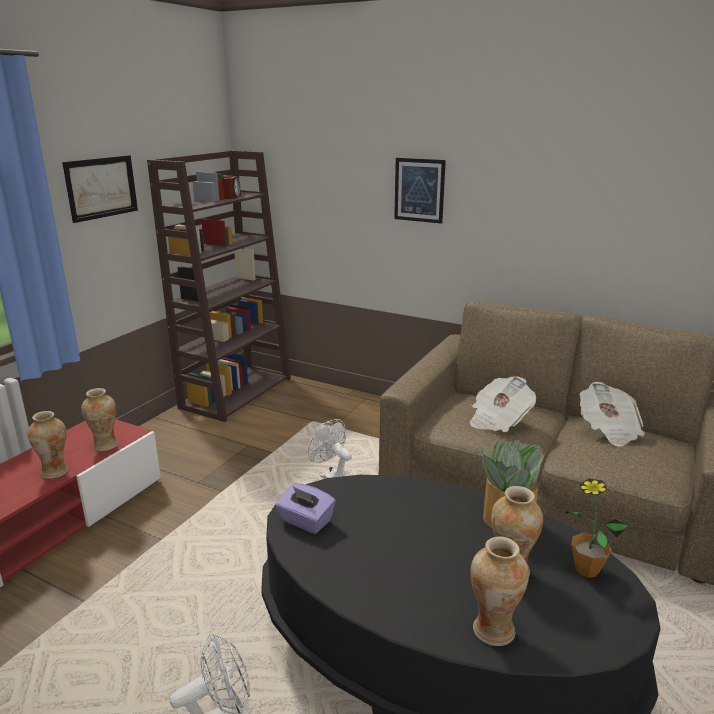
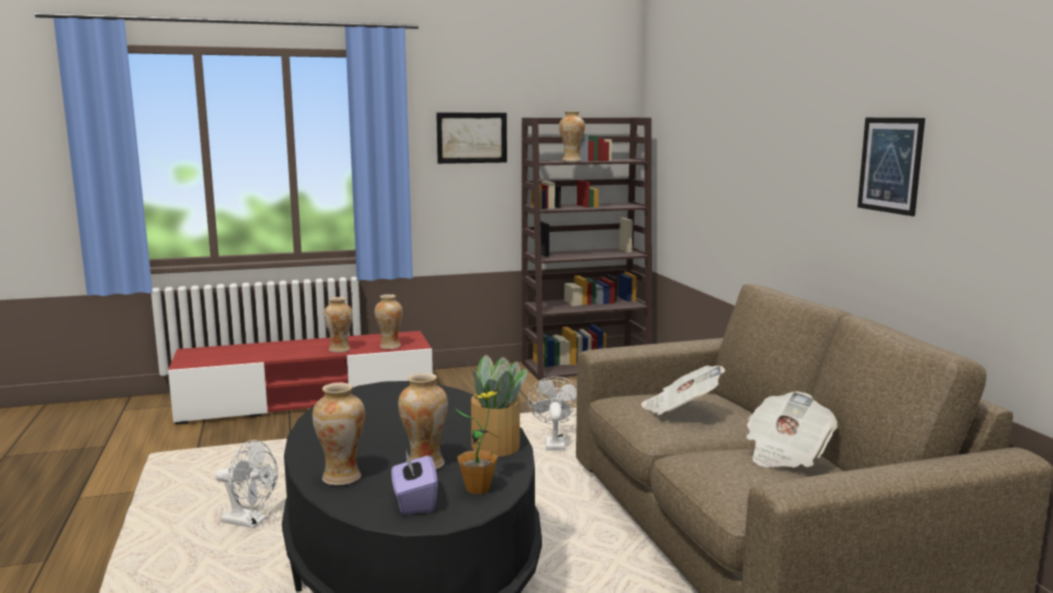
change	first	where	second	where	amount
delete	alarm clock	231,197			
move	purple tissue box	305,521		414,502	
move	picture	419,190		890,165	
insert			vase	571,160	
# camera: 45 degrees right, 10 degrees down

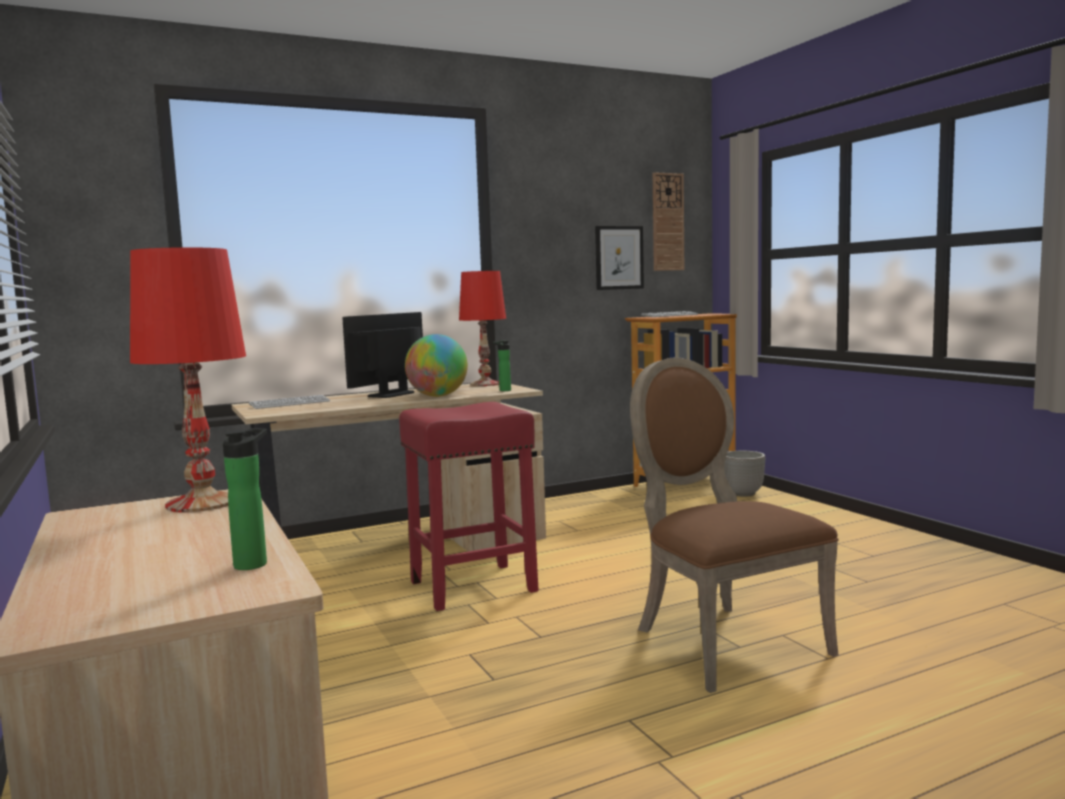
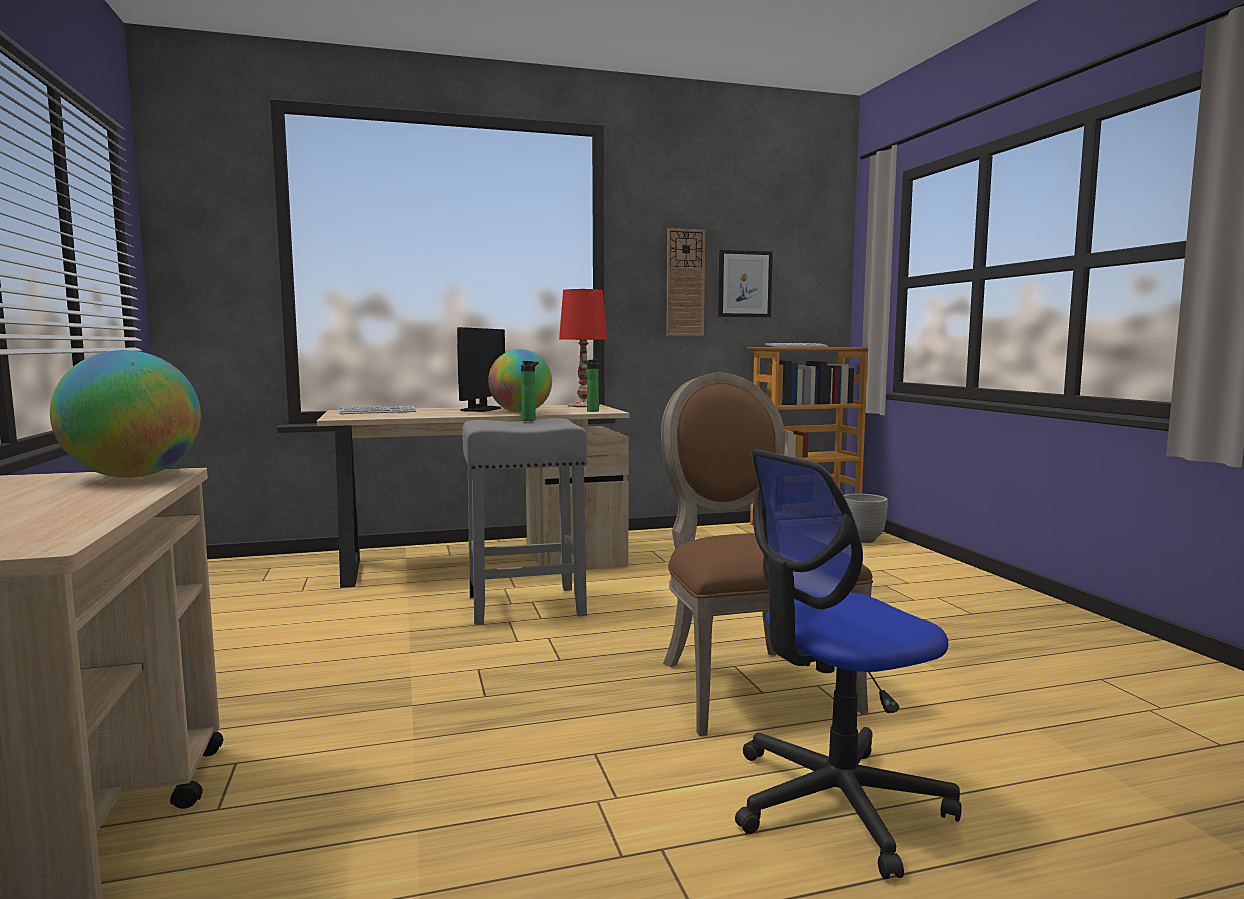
change	first	where	second	where	amount
replace	red table lamp	201,503	globe	133,476	
move	bottle	254,563		530,420	
rotate	monitor	391,394		481,409	150 degrees clockwise
recolor	red stool	471,587	grey stool	523,605	
move	wall clock	667,222		685,283	
insert			office chair	836,803	
# camera: 10 degrees right, 0 degrees up

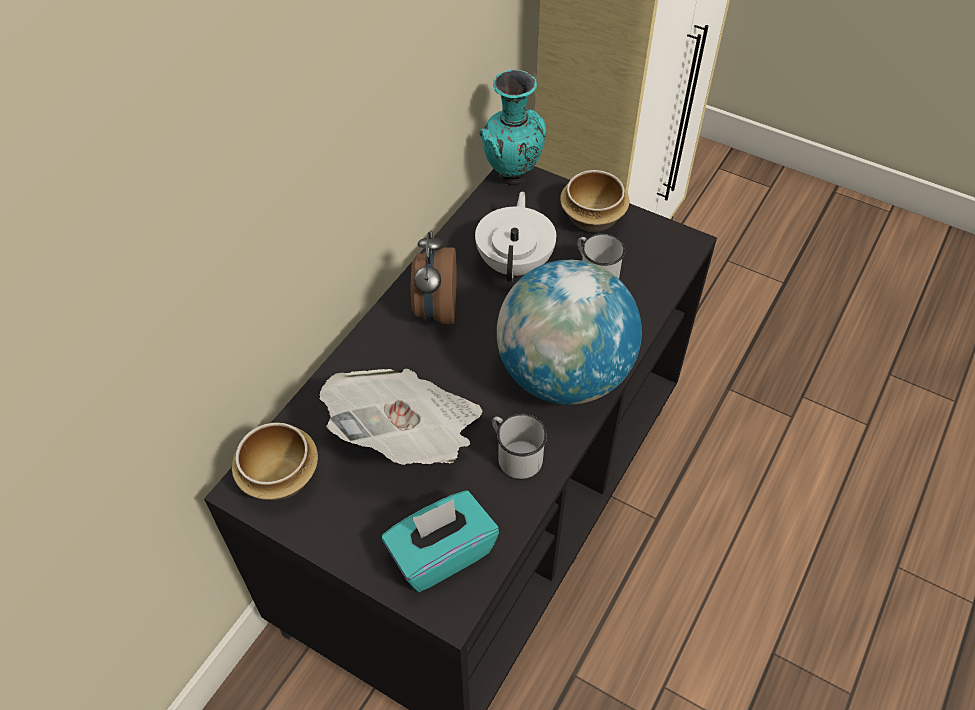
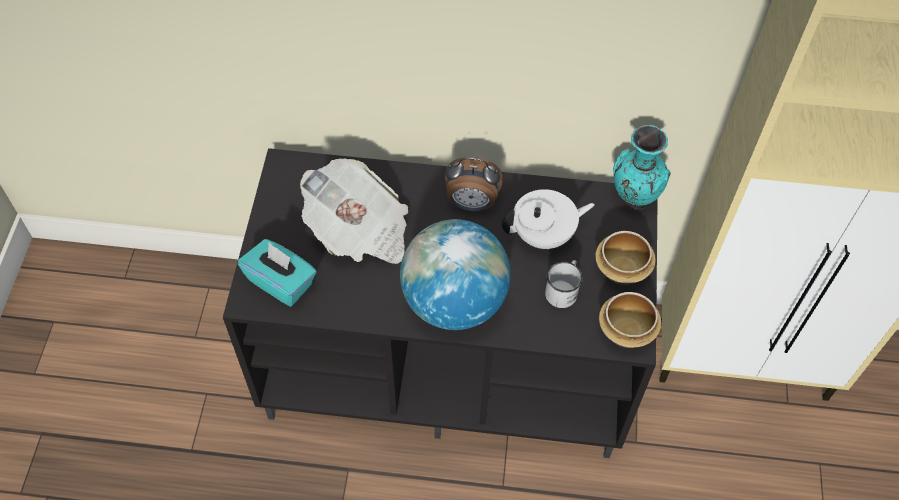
change	first	where	second	where	amount
move	bowl	282,478		626,332	
rotate	alarm clock	435,310		471,204	150 degrees counterclockwise
delete	white mug	515,455			
# camera: 65 degrees right, 5 degrees up

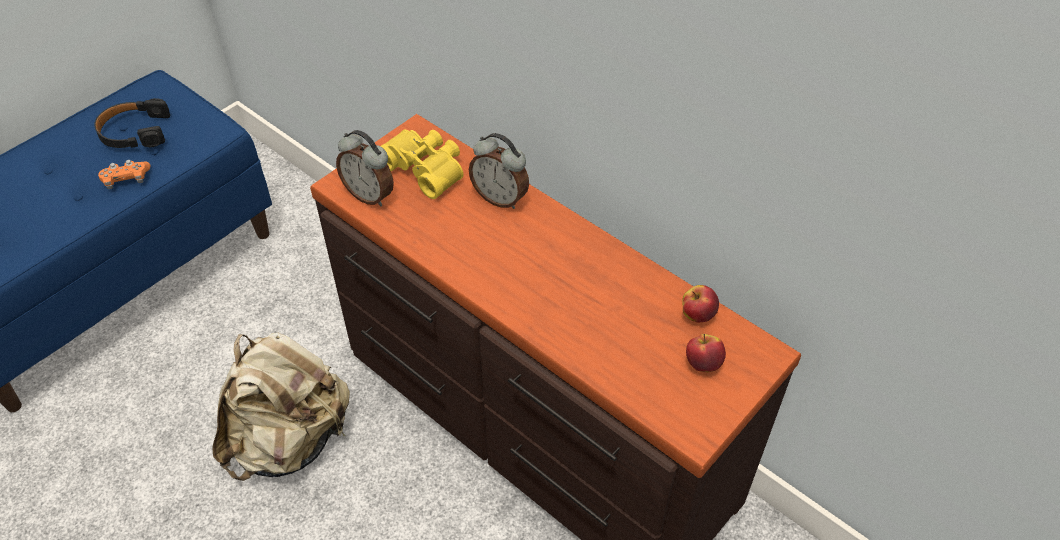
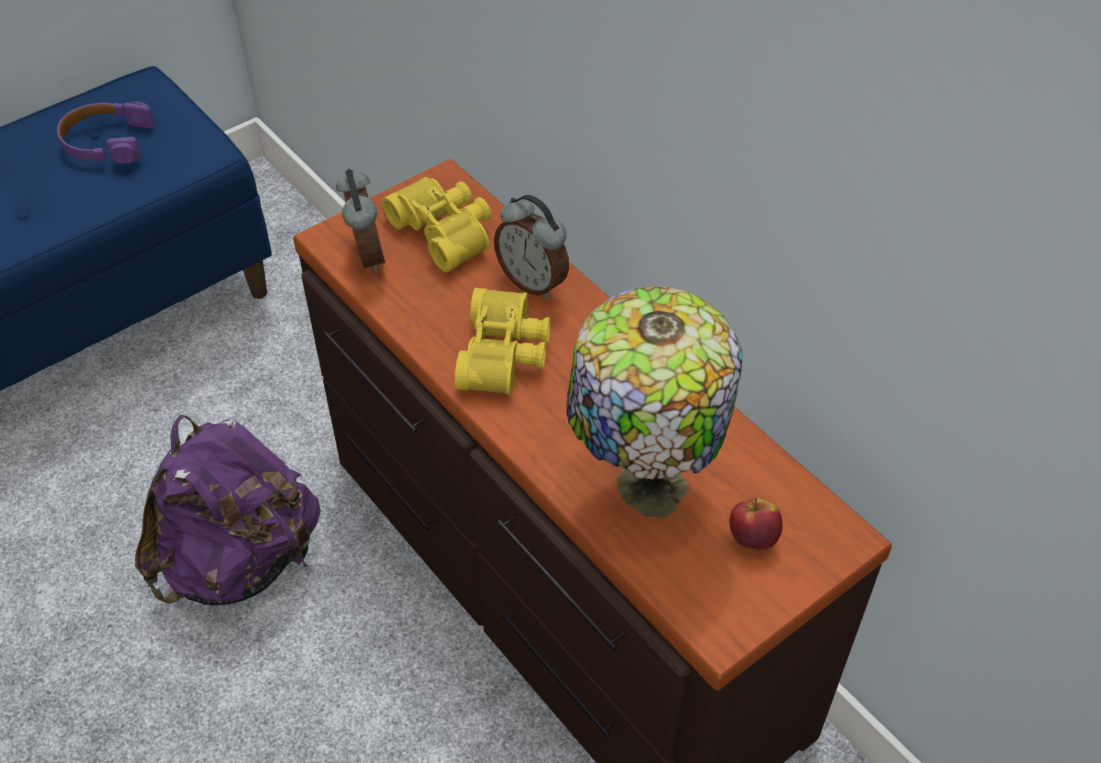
change	first	where	second	where	amount
recolor	black headphones	134,132	purple headphones	106,142	
delete	orange game controller	126,180			
recolor	beige backpack	290,440	purple backpack	240,561	
rotate	alarm clock	370,195		366,257	150 degrees counterclockwise
delete	apple	697,315			
insert			yellow binoculars	506,354	
insert			table lamp	645,487	
# camera: 10 degrees right, 0 degrees up

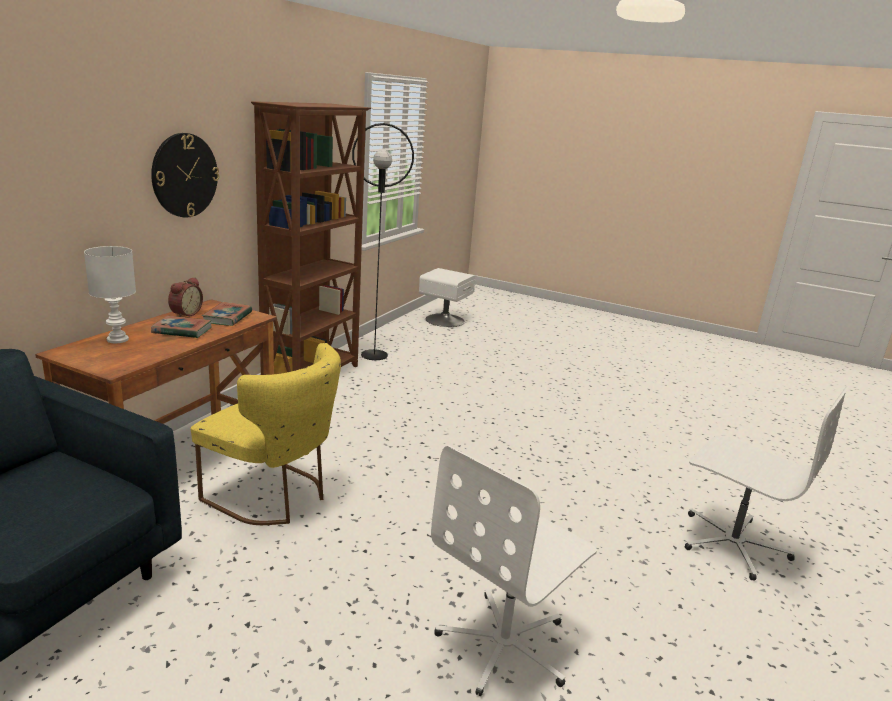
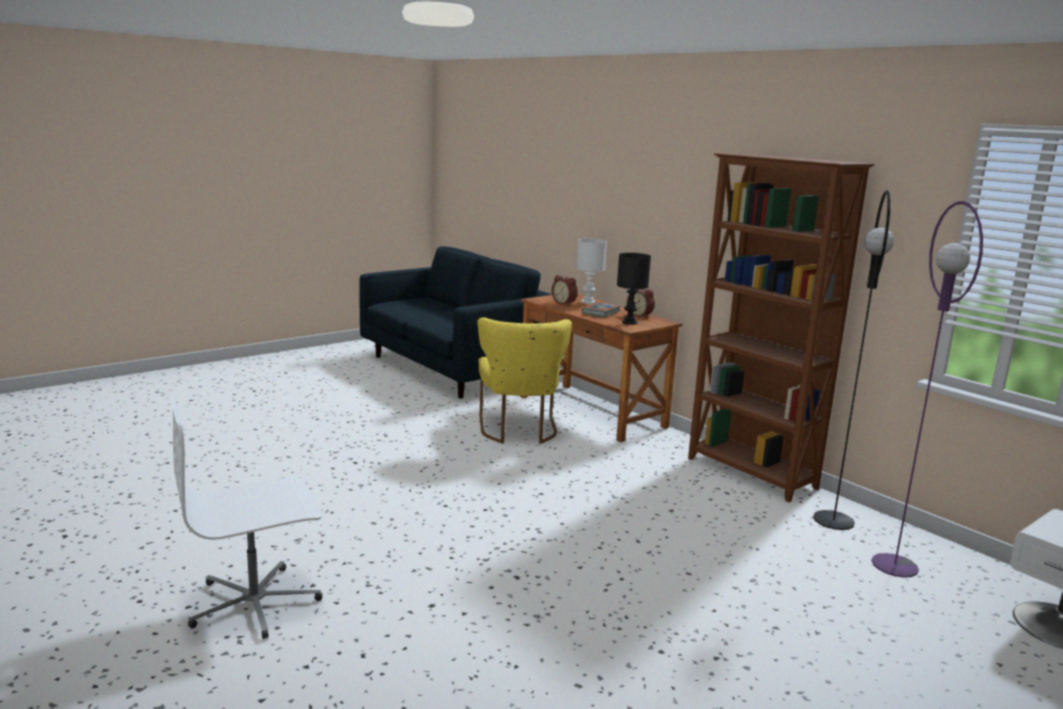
change	first	where	second	where	amount
delete	wall clock	184,175			
rotate	yellow chair	274,496		518,431	60 degrees counterclockwise
replace	book	227,317	black table lamp	629,322	
delete	white office chair	505,645			
insert			alarm clock	564,303	
insert			purple floor lamp	895,565	
# camera: 115 degrees right, 5 degrees down

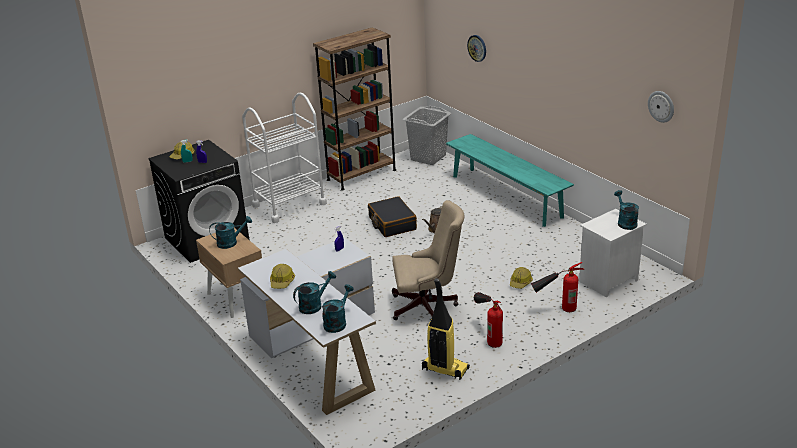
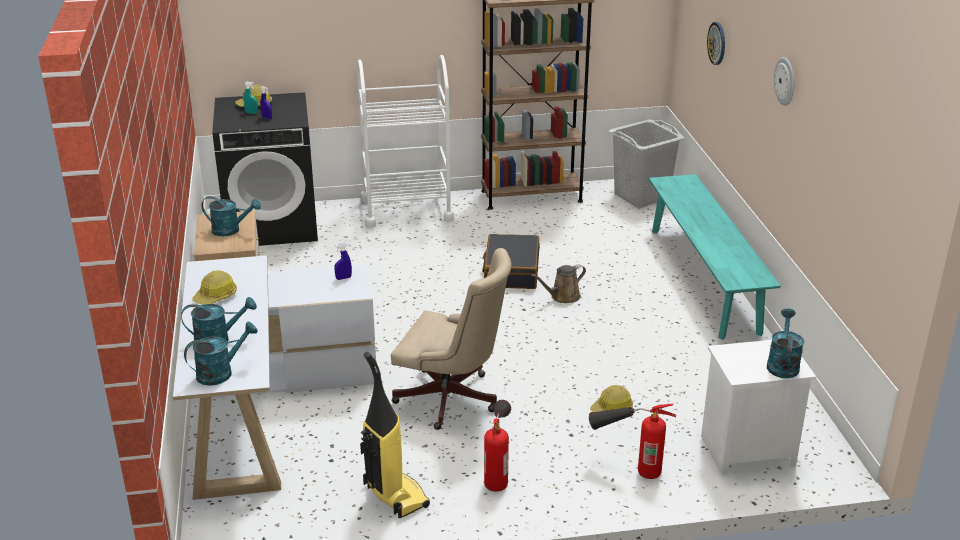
change	first	where	second	where	amount
move	wall clock	661,106		785,81	
# camera: 25 degrees right, 0 degrees up

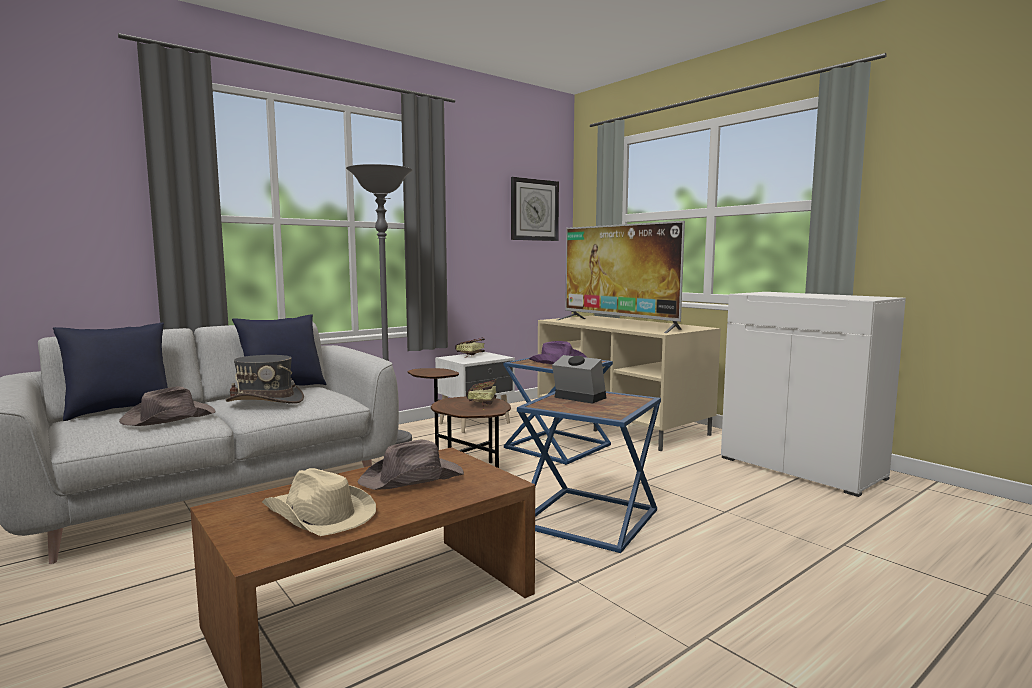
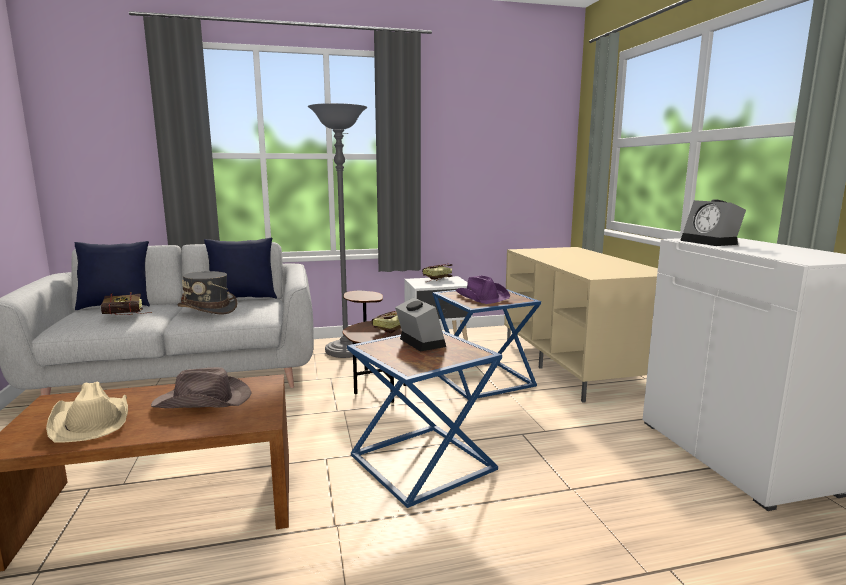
change	first	where	second	where	amount
replace	brown hat	167,417	book	128,316	
delete	wall clock	534,210			
delete	television	618,324			
insert			alarm clock	711,242	
# camera: 25 degrees right, 5 degrees up

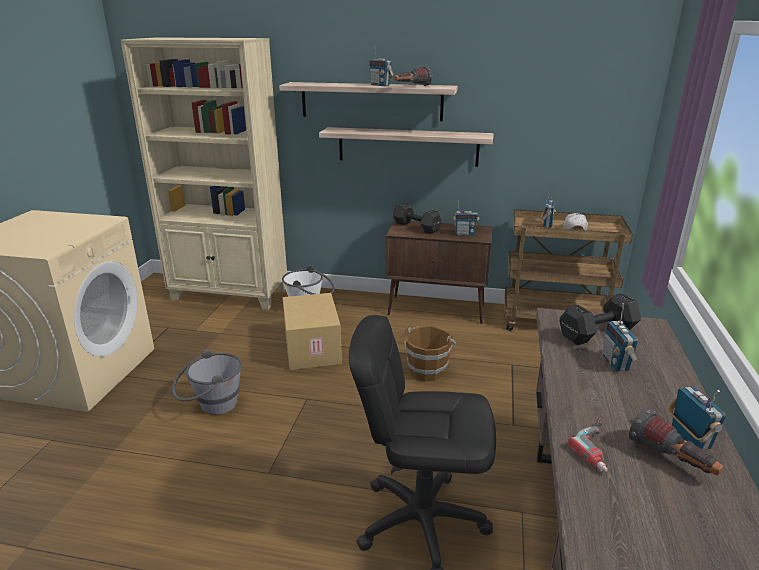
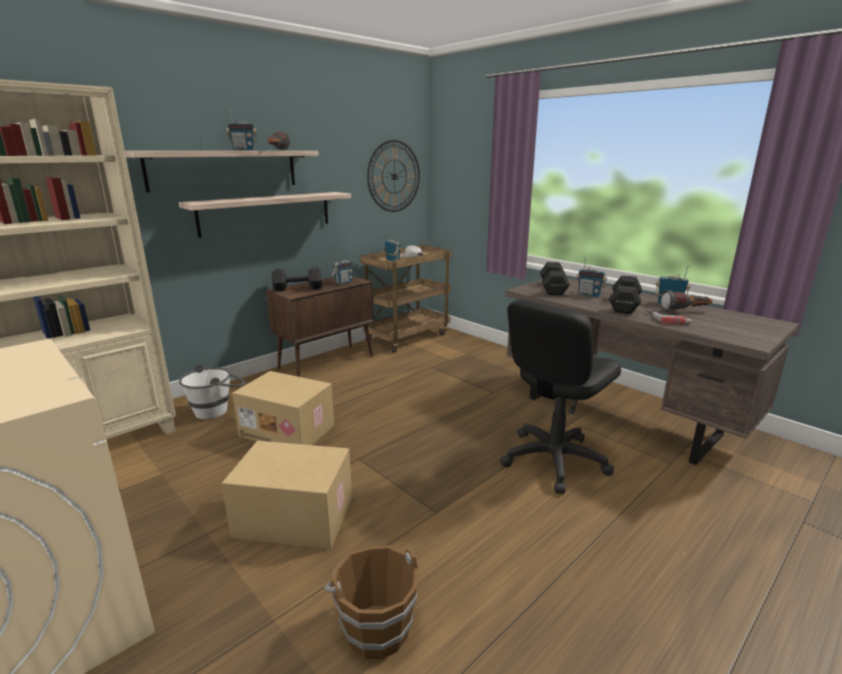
change	first	where	second	where	amount
replace	grey bucket	211,406	cardboard box	293,519	
move	brown bucket	427,370		375,628	
insert			wall clock	394,176	
insert			black dumbbell	623,306	
# camera: 55 degrees left, 5 degrees down

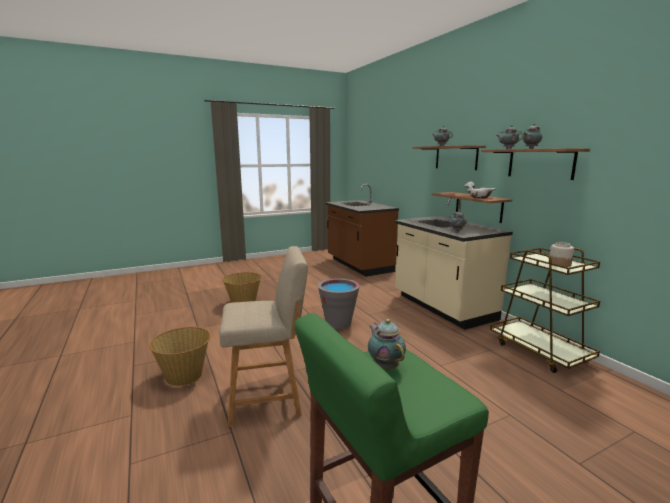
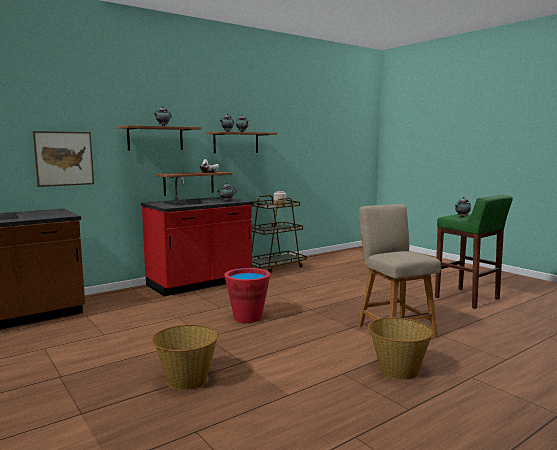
change	first	where	second	where	amount
recolor	grey bucket	338,323	red bucket	247,317	
recolor	beige counter	442,307	red counter	200,283	
insert			picture	64,158	
# camera: 100 degrees left, 5 degrees down

